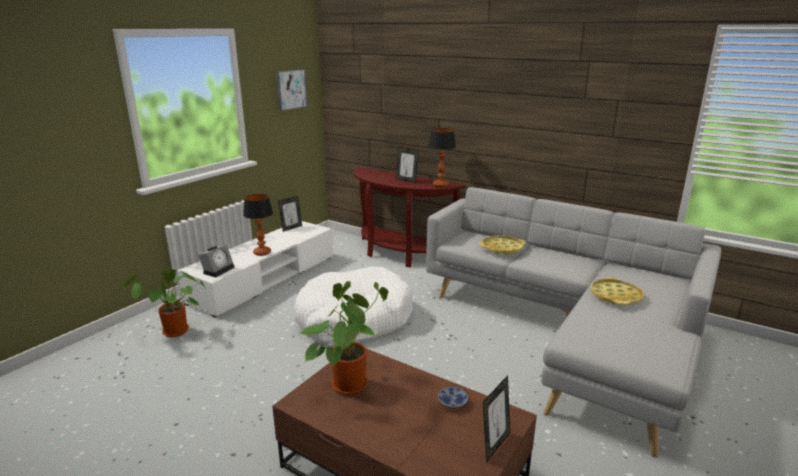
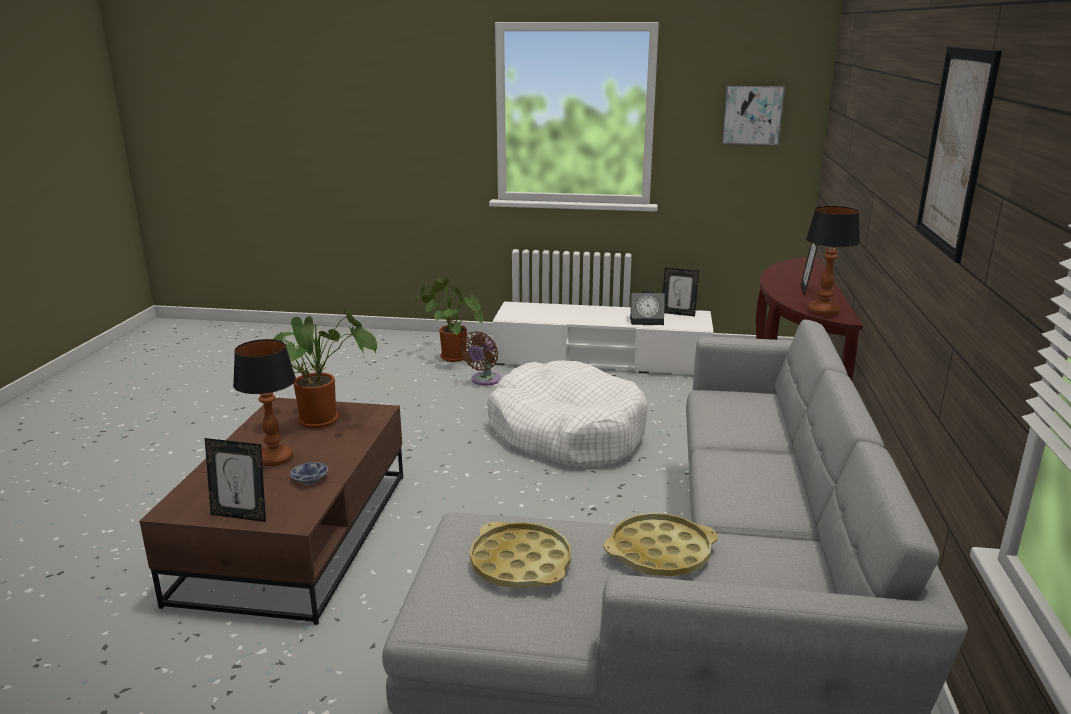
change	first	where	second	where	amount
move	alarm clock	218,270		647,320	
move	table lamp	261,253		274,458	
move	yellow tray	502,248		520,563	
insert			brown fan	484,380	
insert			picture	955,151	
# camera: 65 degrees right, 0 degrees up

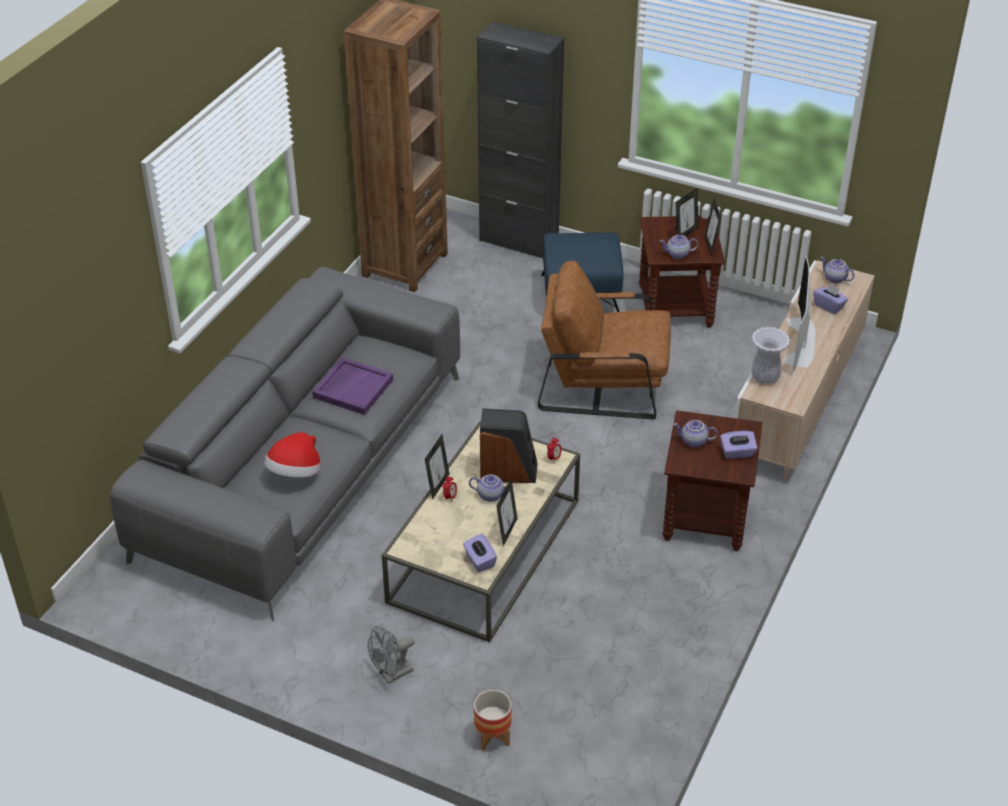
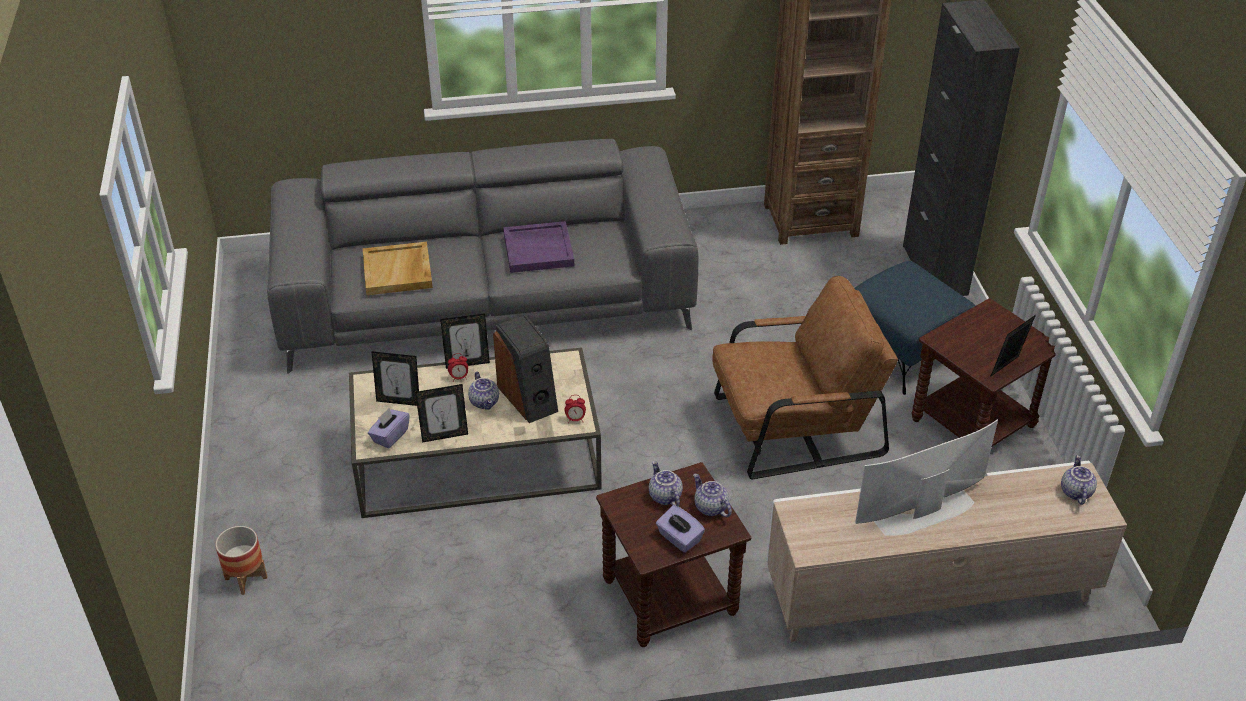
change	first	where	second	where	amount
replace	hat	295,473	beige tray	398,271	
delete	grey fan	392,675			
rotate	brown armchair	603,381		794,426	105 degrees clockwise
move	teapot	677,254		710,507	
move	picture frame	685,233		399,401	
delete	white vase	764,377			
delete	purple tissue box	829,306			
# camera: 55 degrees right, 0 degrees up

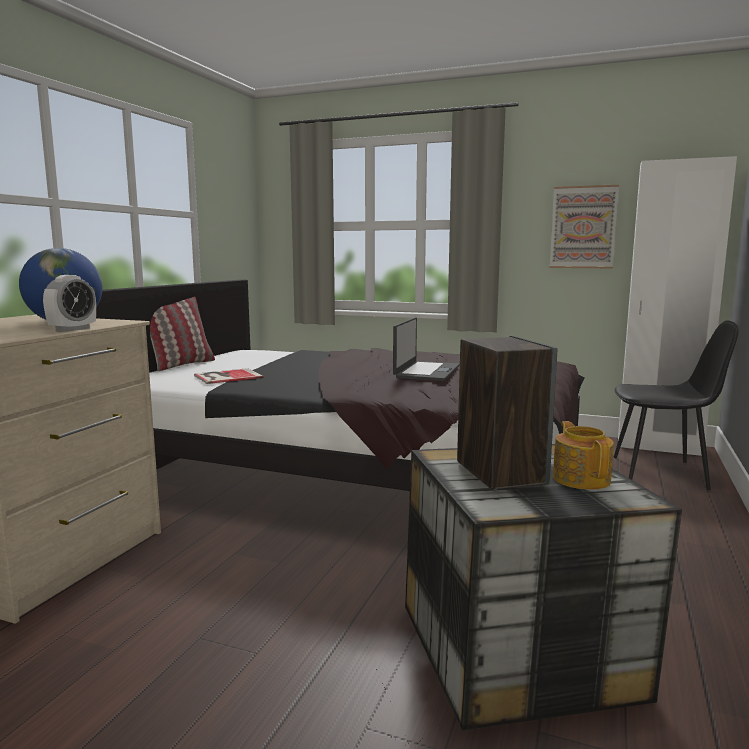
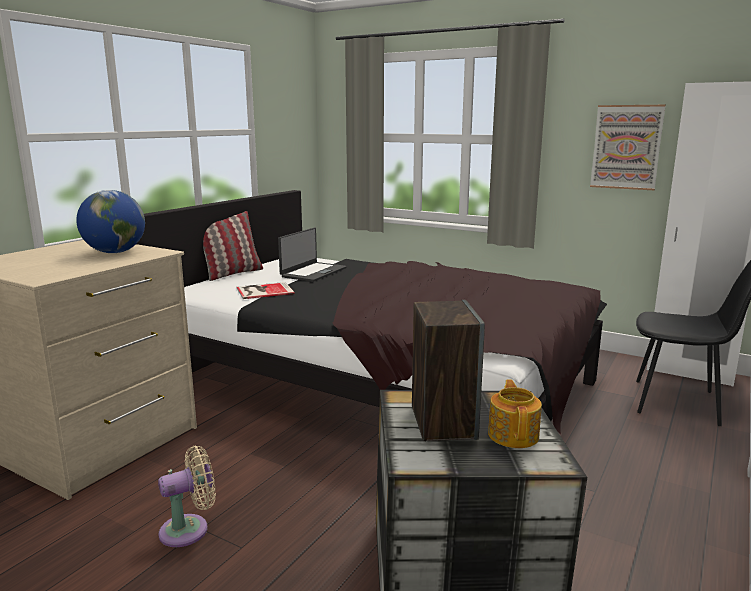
change	first	where	second	where	amount
delete	alarm clock	73,329			
move	laptop	426,372		313,272	
insert			beige fan	189,529	
# camera: 10 degrees right, 5 degrees up

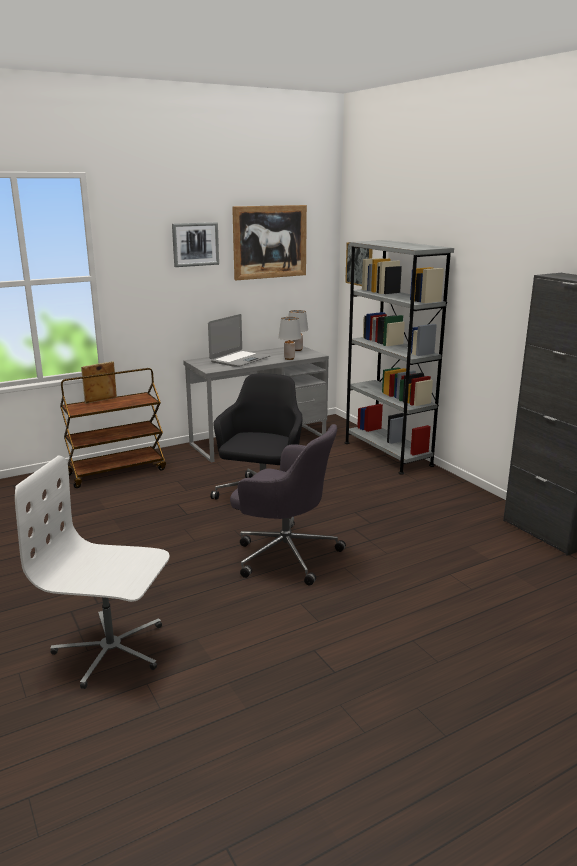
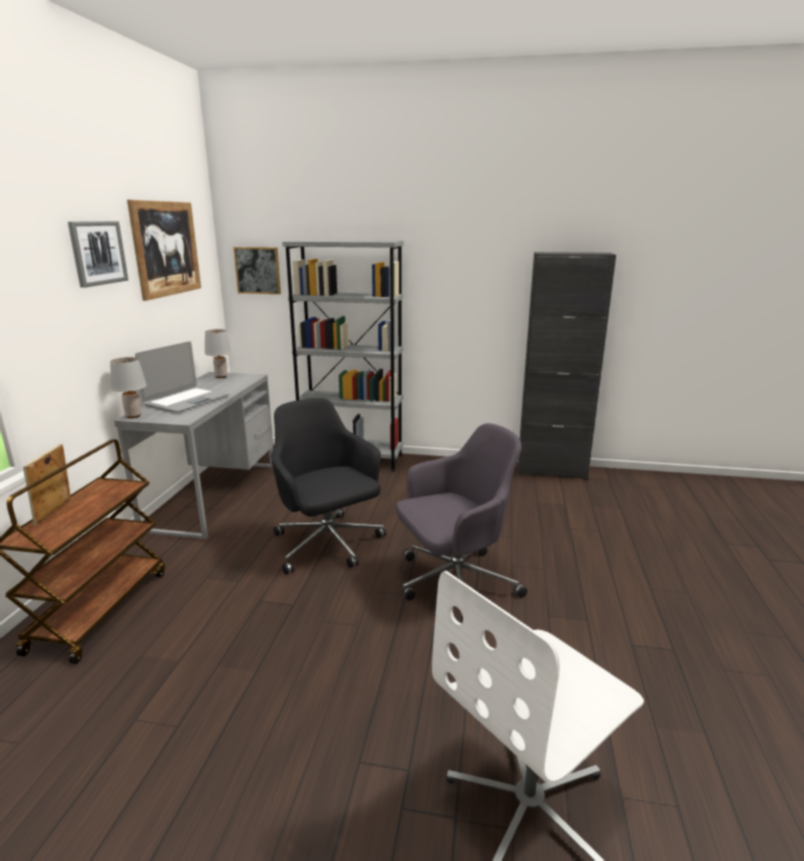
change	first	where	second	where	amount
rotate	laptop	239,359		187,401	45 degrees clockwise
move	grey table lamp	289,358		133,416	
# camera: 50 degrees left, 0 degrees up

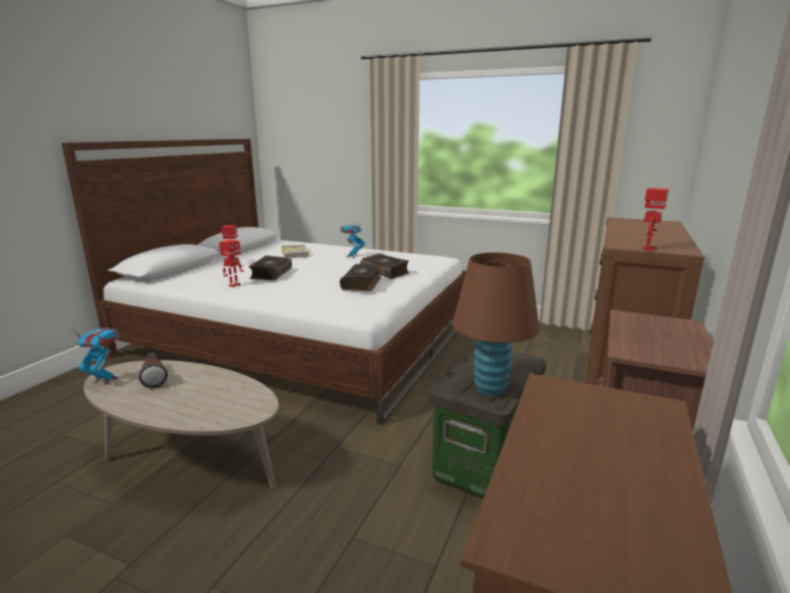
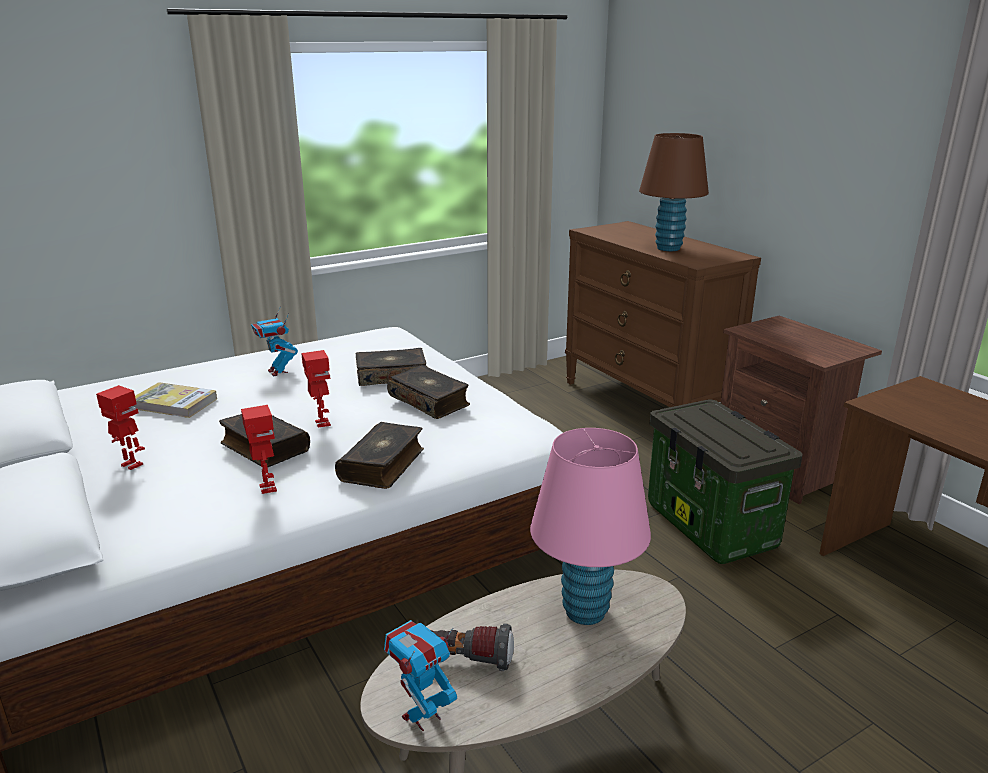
change	first	where	second	where	amount
move	brown table lamp	490,389		668,248	
move	toy robot	647,249		321,423	
insert			book	383,465	
insert			pink table lamp	585,611	
# camera: 55 degrees left, 5 degrees up

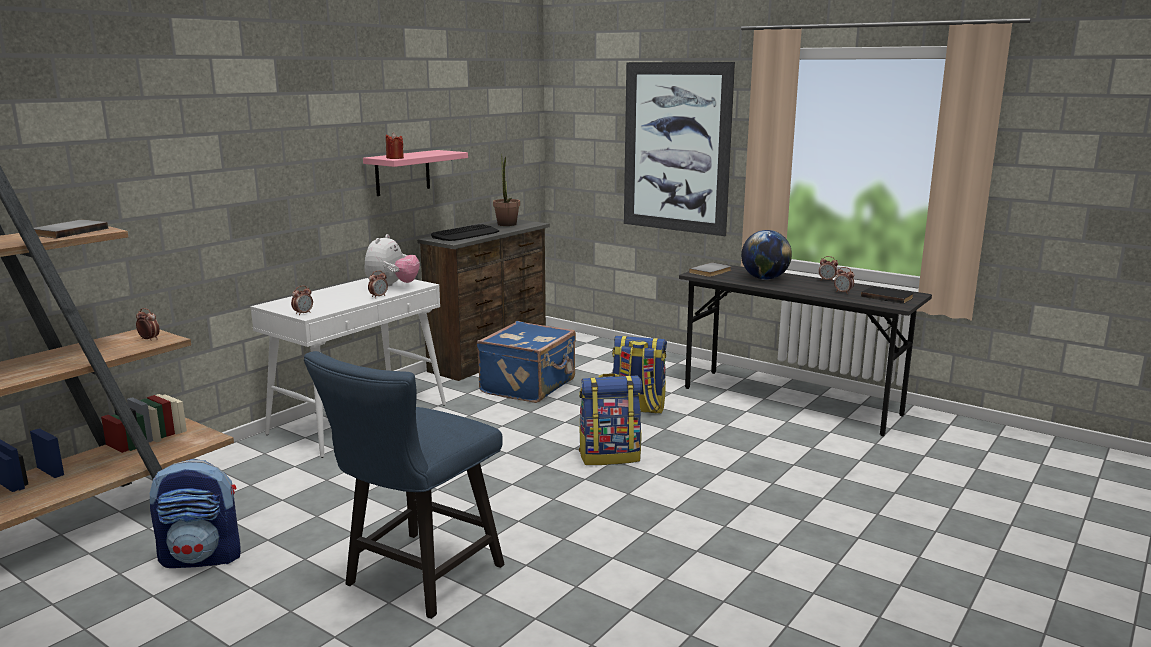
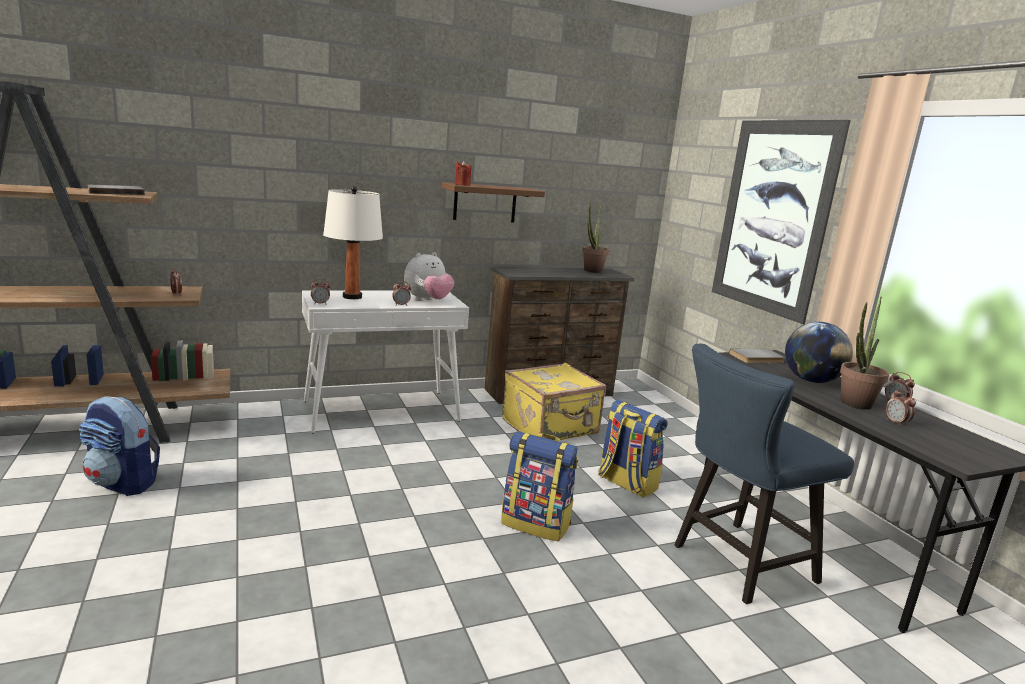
change	first	where	second	where	amount
move	blue chair	416,579		736,564	
recolor	pink shelf	402,172	brown shelf	485,203	
delete	keyboard	466,234			
recolor	blue suitcase	529,386	yellow suitcase	551,428	
delete	black book	887,297			
insert			white table lamp	352,297	
insert			potted plant	853,405	
# camera: 30 degrees right, 0 degrees up

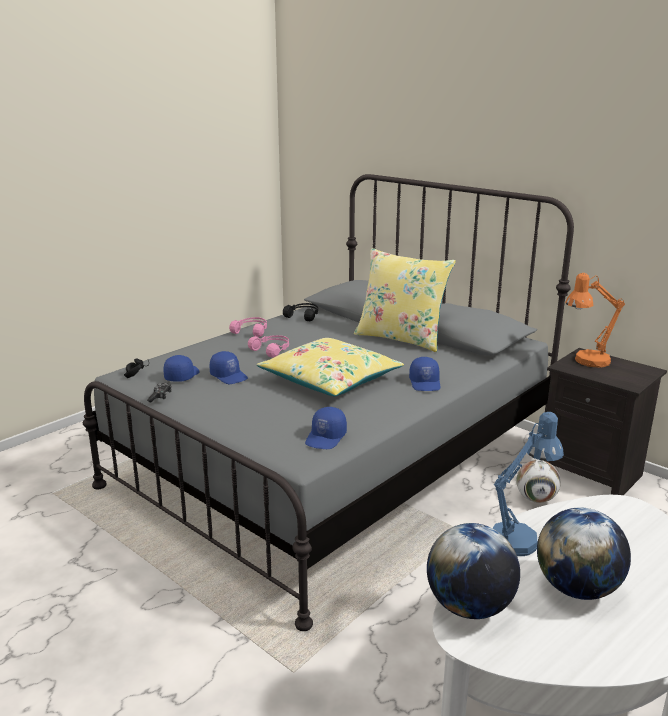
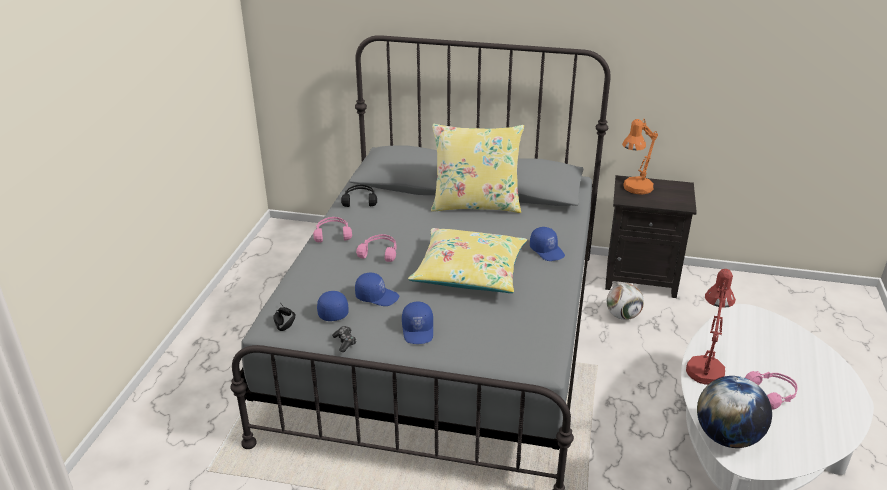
change	first	where	second	where	amount
move	blue cap	326,438		418,330	
recolor	blue table lamp	519,537	red table lamp	705,366	
replace	globe	577,588	pink headphones	772,393	
# camera: 30 degrees left, 10 degrees up

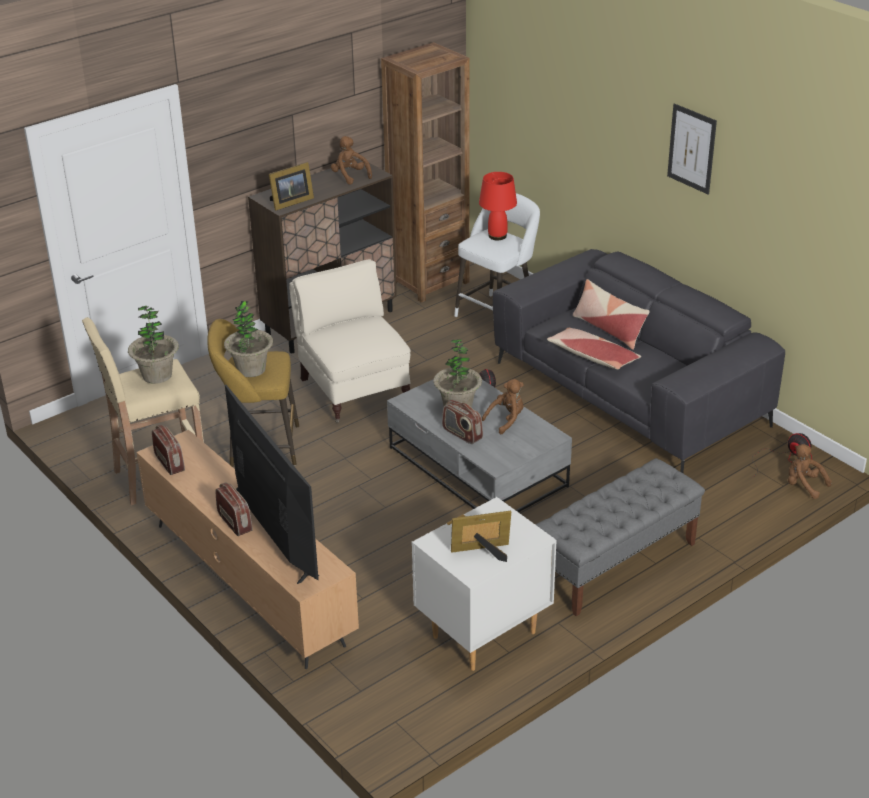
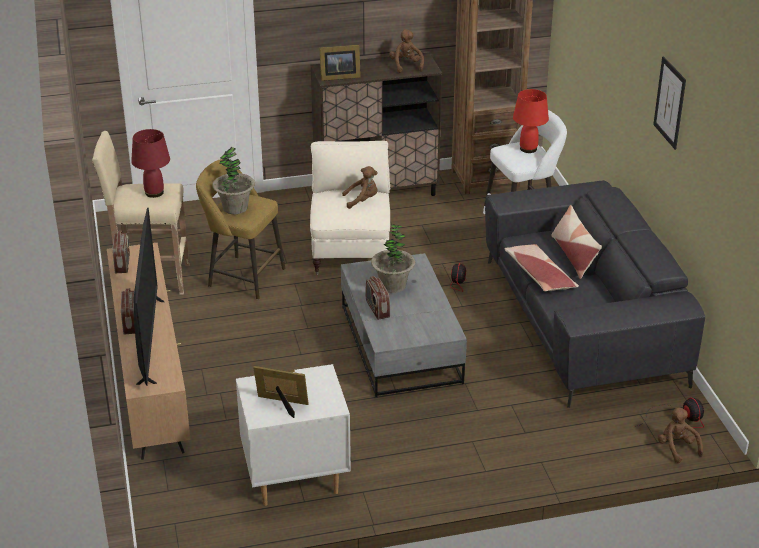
change	first	where	second	where	amount
replace	potted plant	157,375	red table lamp	154,192	
move	brown plush toy	506,420		362,200	
delete	grey bench	615,564			
# camera: 25 degrees right, 0 degrees up

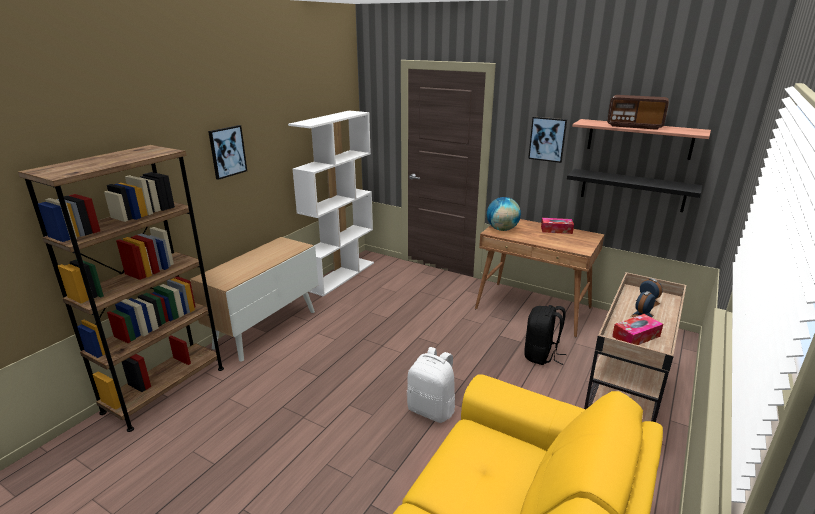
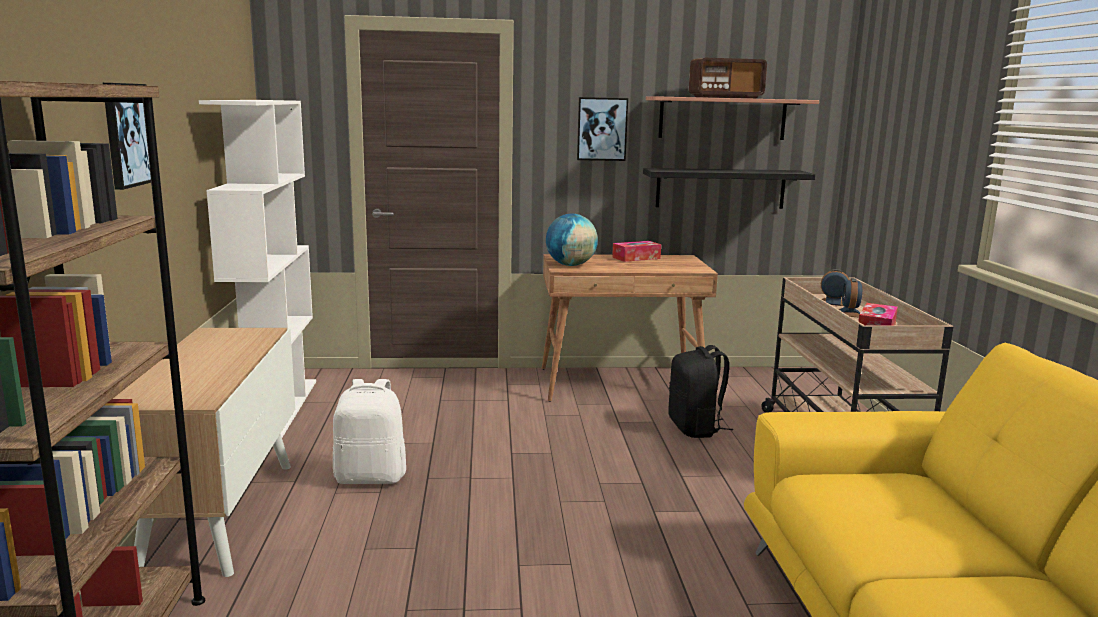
change	first	where	second	where	amount
move	white backpack	432,410		371,477	
# camera: 35 degrees left, 10 degrees down

